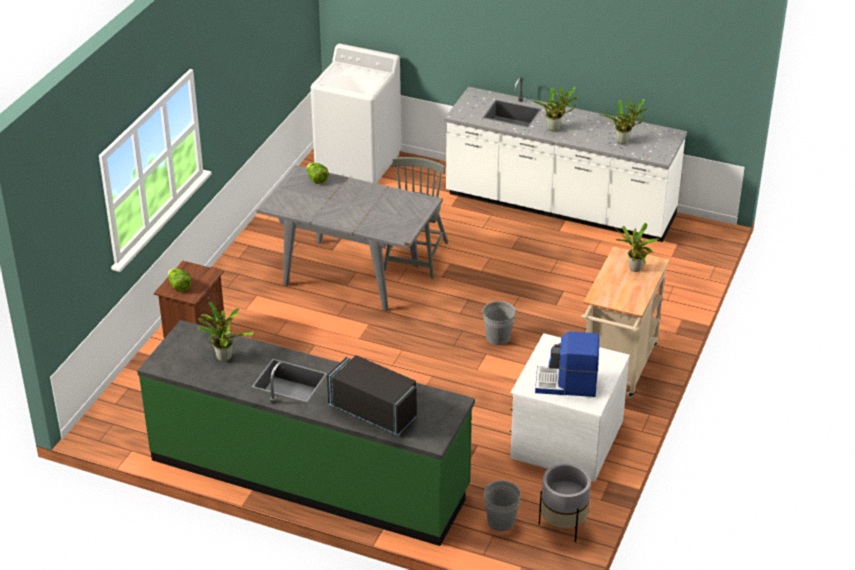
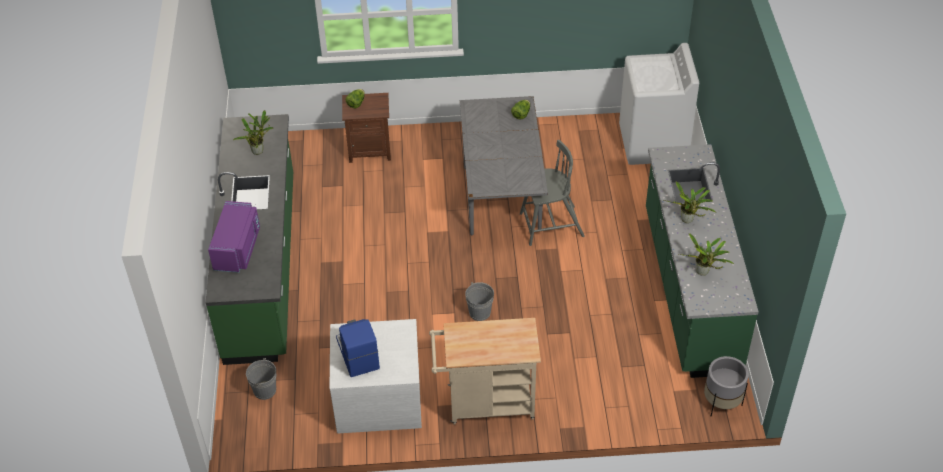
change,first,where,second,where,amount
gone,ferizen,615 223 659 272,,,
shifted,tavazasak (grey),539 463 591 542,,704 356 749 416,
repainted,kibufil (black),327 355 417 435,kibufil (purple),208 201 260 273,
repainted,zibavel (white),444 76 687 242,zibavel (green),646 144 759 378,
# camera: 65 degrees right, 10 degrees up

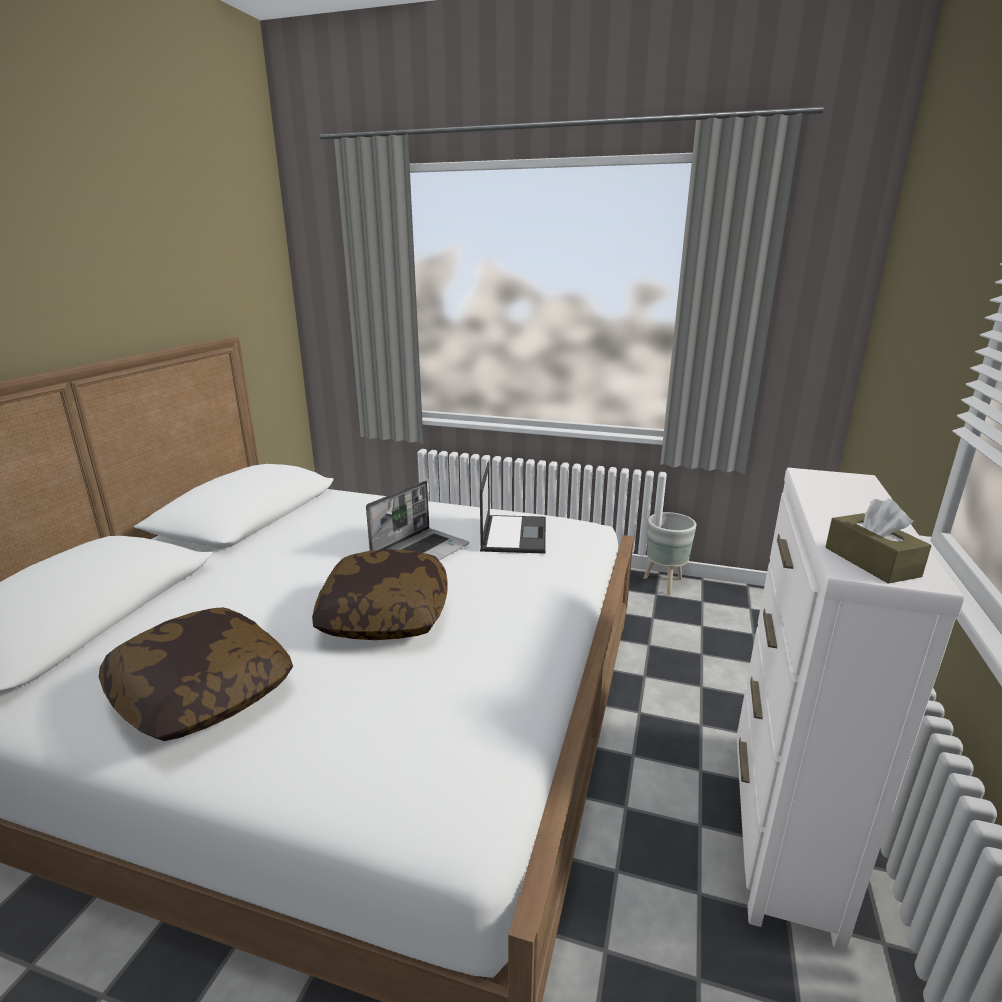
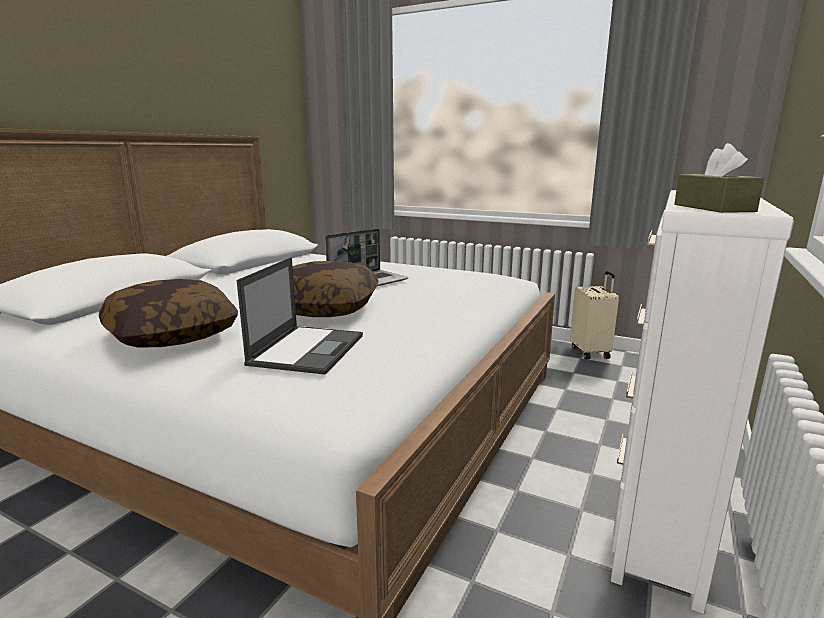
change,first,where,second,where,amount
shifted,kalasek,480 462 546 554,,236 257 363 375,
swapped,tavazasak (grey),644 512 696 595,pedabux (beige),570 271 619 360,
# camera: 10 degrees right, 5 degrees down

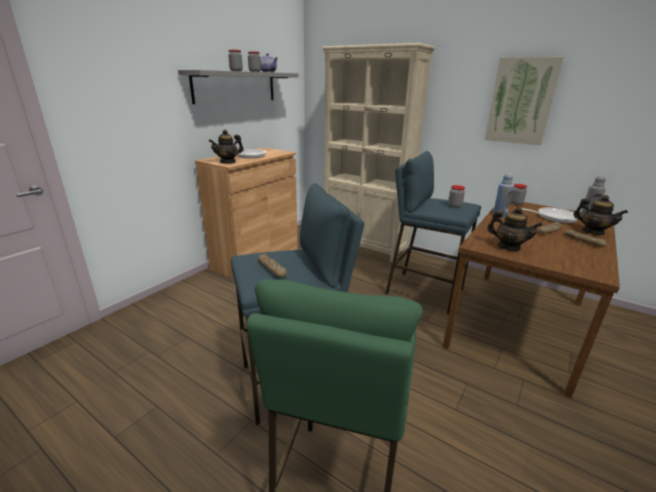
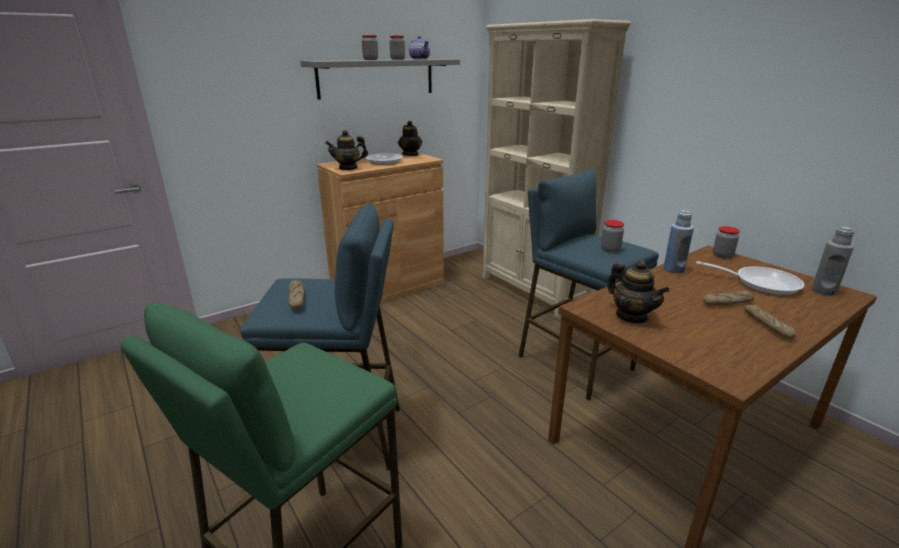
change,first,where,second,where,amount
gone,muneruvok,485 57 564 145,,,
shifted,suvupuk,574 195 628 235,,398 121 422 156,
# camera: 20 degrees right, 0 degrees up

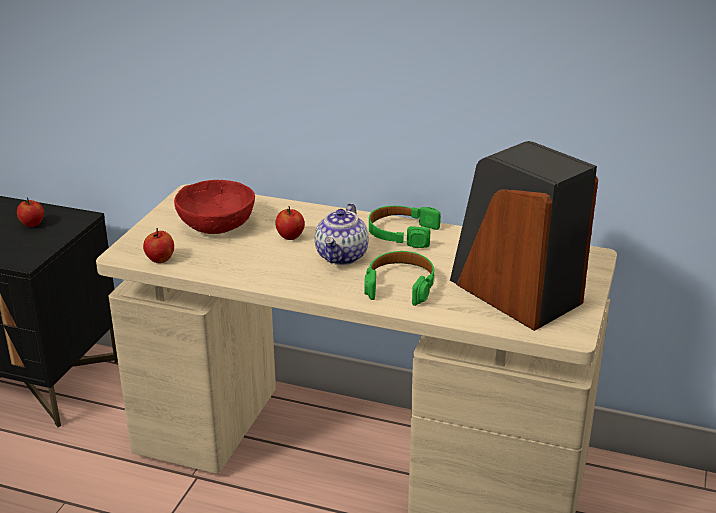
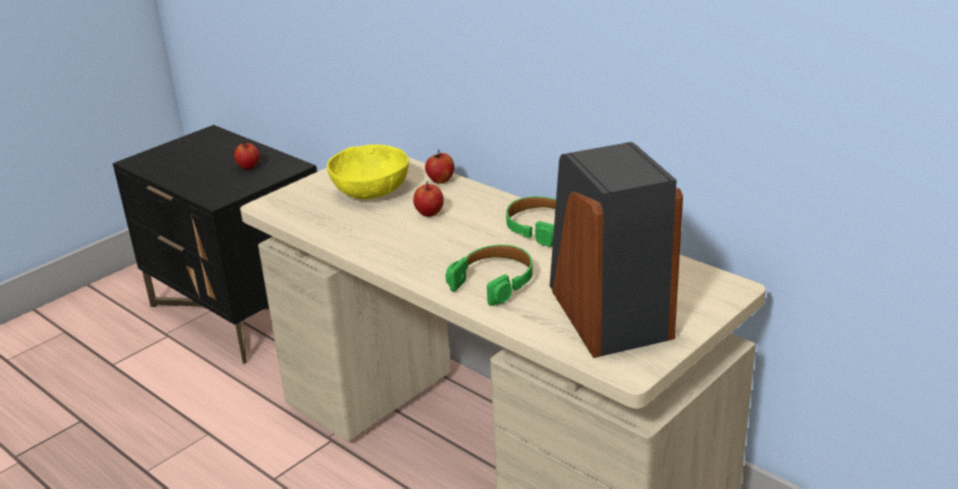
change,first,where,second,where,amount
gone,suvupuk,315 203 369 265,,,
shifted,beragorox,143 228 174 263,,425 150 454 184,
repainted,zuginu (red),174 180 255 234,zuginu (yellow),327 144 409 199,
# camera: 25 degrees right, 0 degrees up

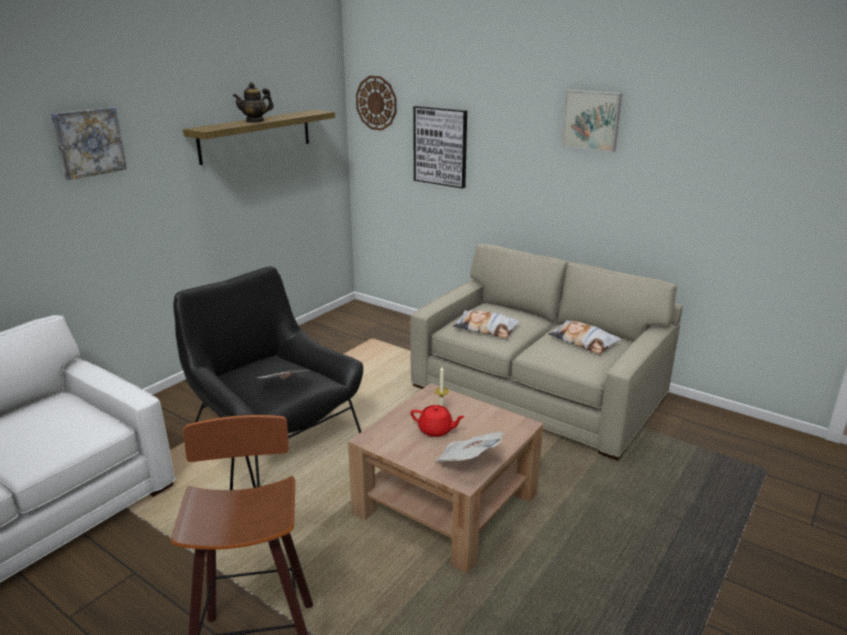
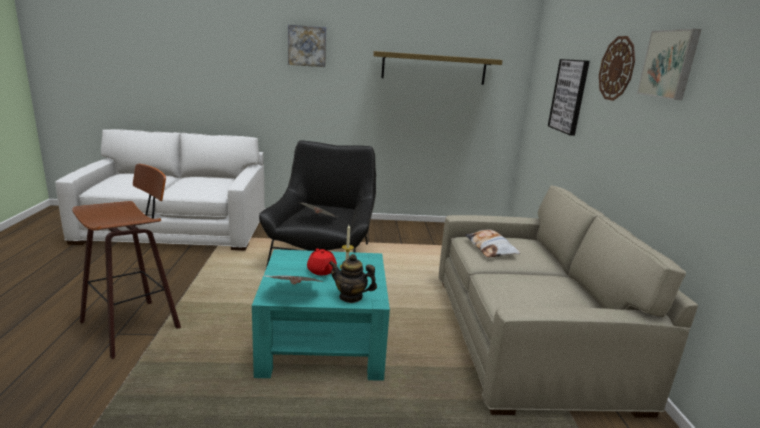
change,first,where,second,where,amount
gone,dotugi,548 320 621 354,,,
shifted,suvupuk,233 82 274 123,,329 254 377 303,
shifted,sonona,356 76 397 131,,599 36 635 101,
repainted,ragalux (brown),348 383 543 574,ragalux (turquoise),252 249 390 381,
# camera: 50 degrees right, 5 degrees down

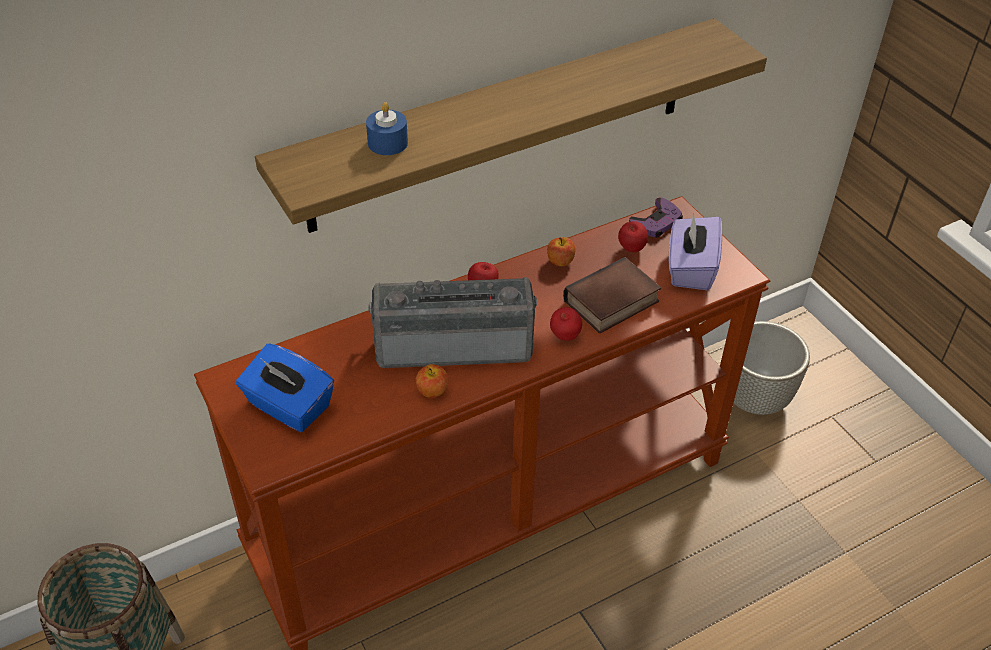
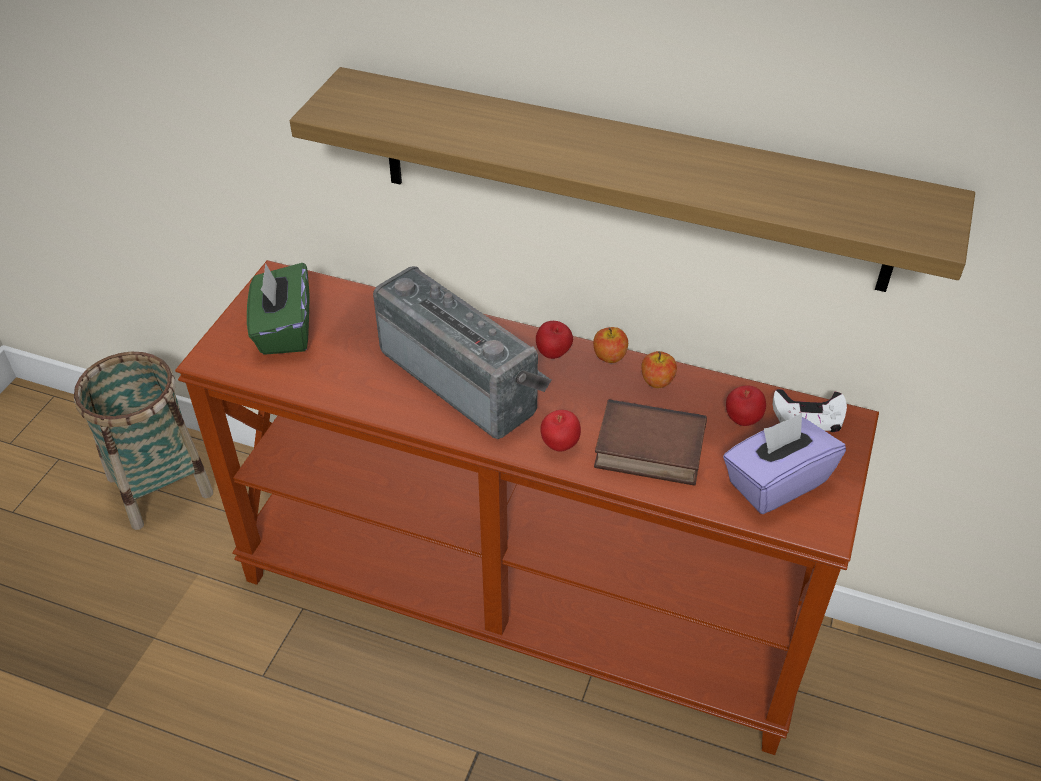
change,first,where,second,where,amount
gone,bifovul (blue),366 102 408 155,,,
gone,tavazasak (grey),734 321 810 415,,,
shifted,beragorox,416 364 448 398,,593 327 628 363,
repainted,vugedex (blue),236 343 334 432,vugedex (green),247 263 309 355,
repainted,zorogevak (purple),629 197 683 238,zorogevak (white),773 389 847 432,
# camera: 50 degrees right, 0 degrees up

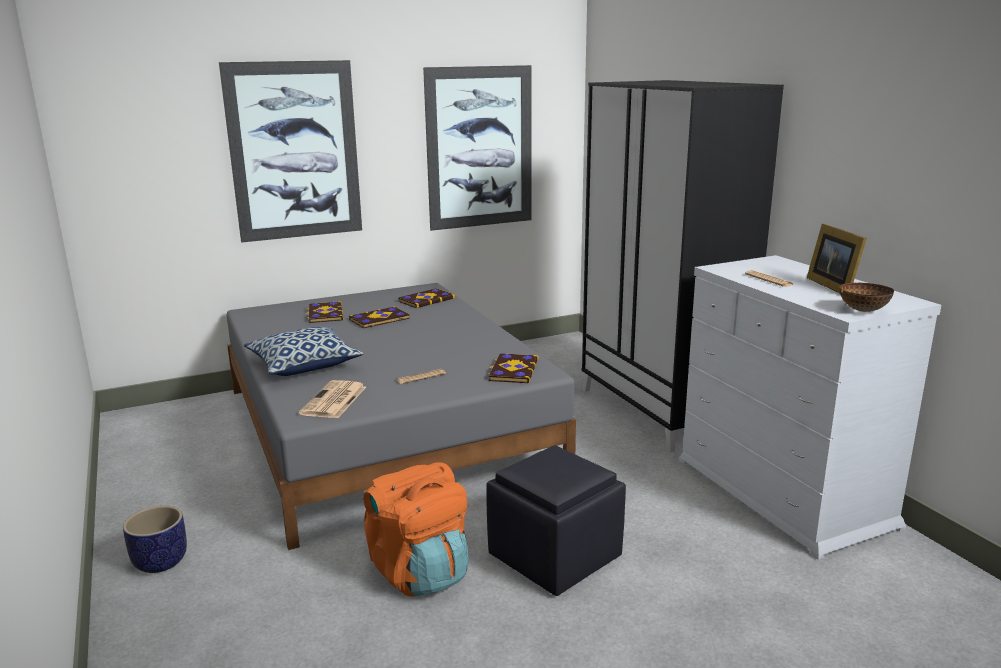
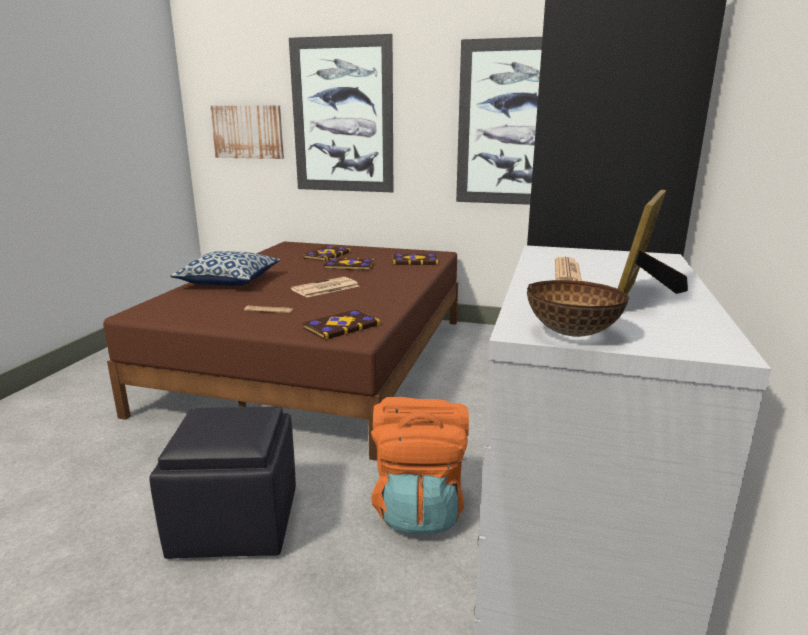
change,first,where,second,where,amount
gone,tavazasak,123 505 187 573,,,
new,,,muneruvok,210 105 284 159,
shifted,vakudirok,299 380 366 418,,291 277 359 297,
shifted,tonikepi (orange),364 462 469 596,,371 397 469 534,
repainted,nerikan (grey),227 283 576 550,nerikan (brown),103 242 458 461,
# camera: 40 degrees right, 0 degrees up

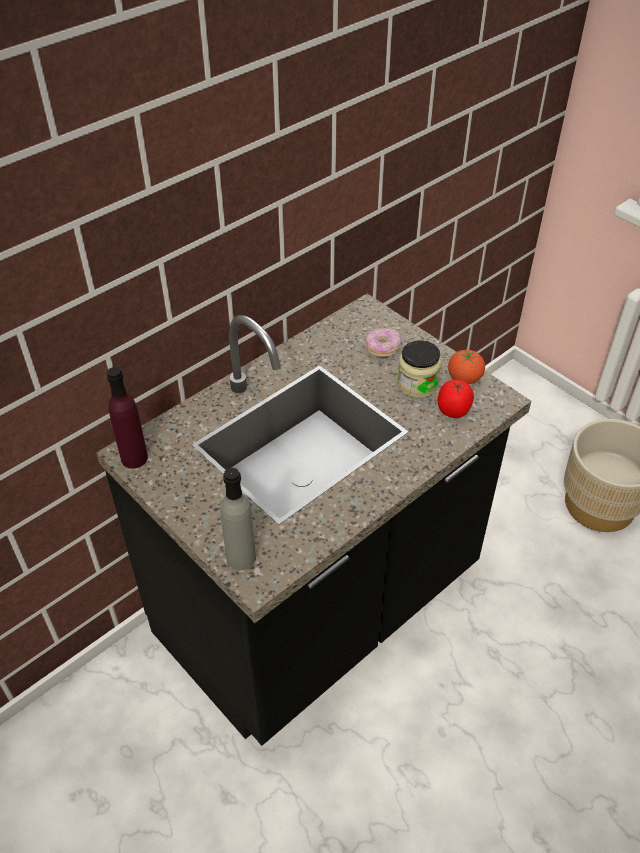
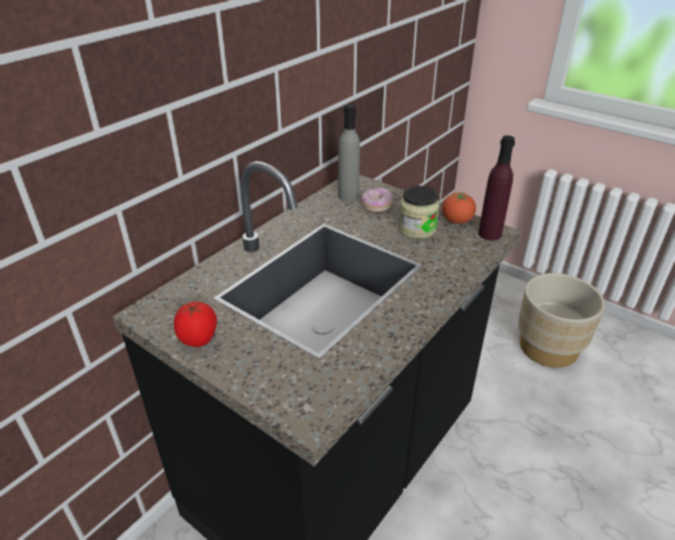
change,first,where,second,where,amount
shifted,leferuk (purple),107 367 148 469,,478 135 515 240,
shifted,leferuk (grey),220 468 256 570,,338 104 360 201,
shifted,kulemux,438 380 474 418,,174 302 217 347,
# camera: 10 degrees left, 10 degrees down

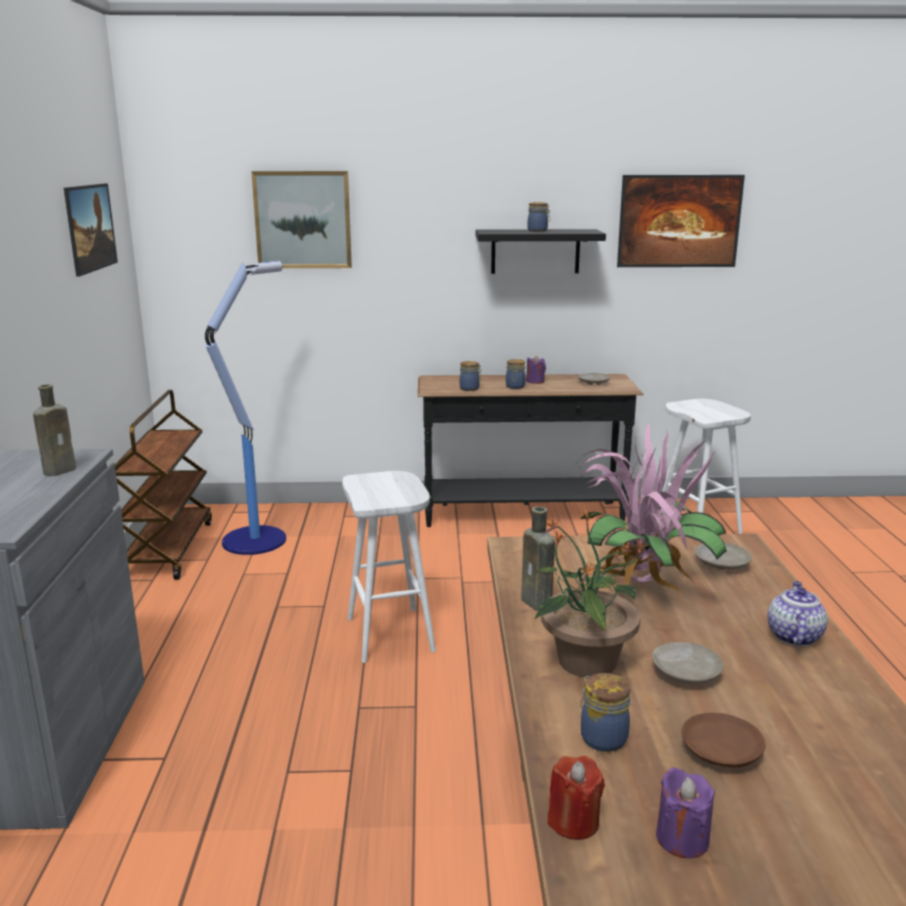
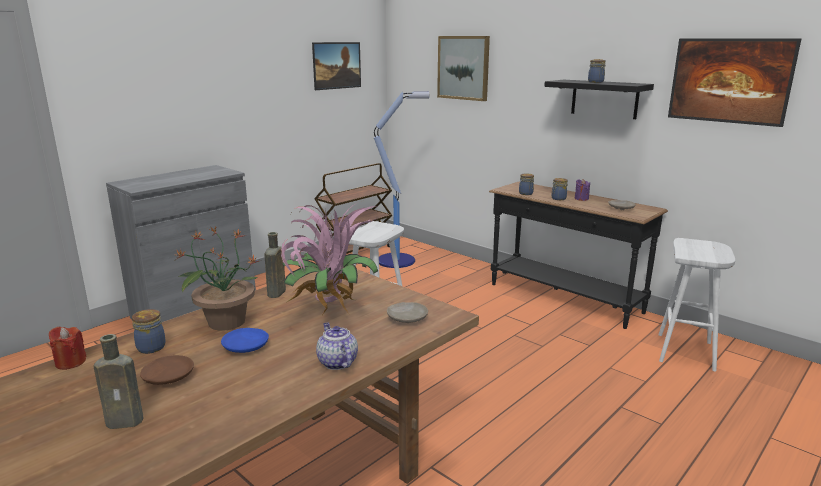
change,first,where,second,where,amount
gone,bifovul (purple),656 767 715 858,,,
shifted,leferuk (brown),33 384 76 476,,94 334 144 429,
repainted,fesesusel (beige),652 642 724 684,fesesusel (blue),221 328 269 353,
rotated,suvupuk,767 581 828 646,,316 323 358 370,90 degrees counterclockwise
# camera: 45 degrees right, 0 degrees up

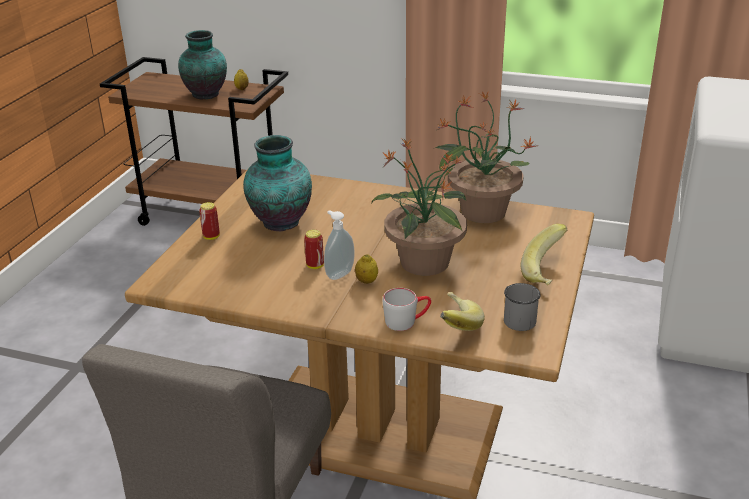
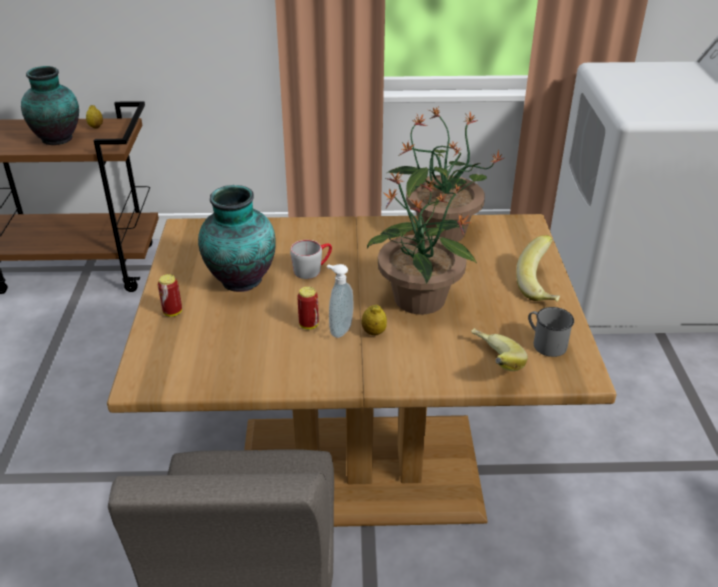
change,first,where,second,where,amount
shifted,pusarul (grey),383 288 431 331,,290 240 332 279,
# camera: 20 degrees left, 5 degrees up

